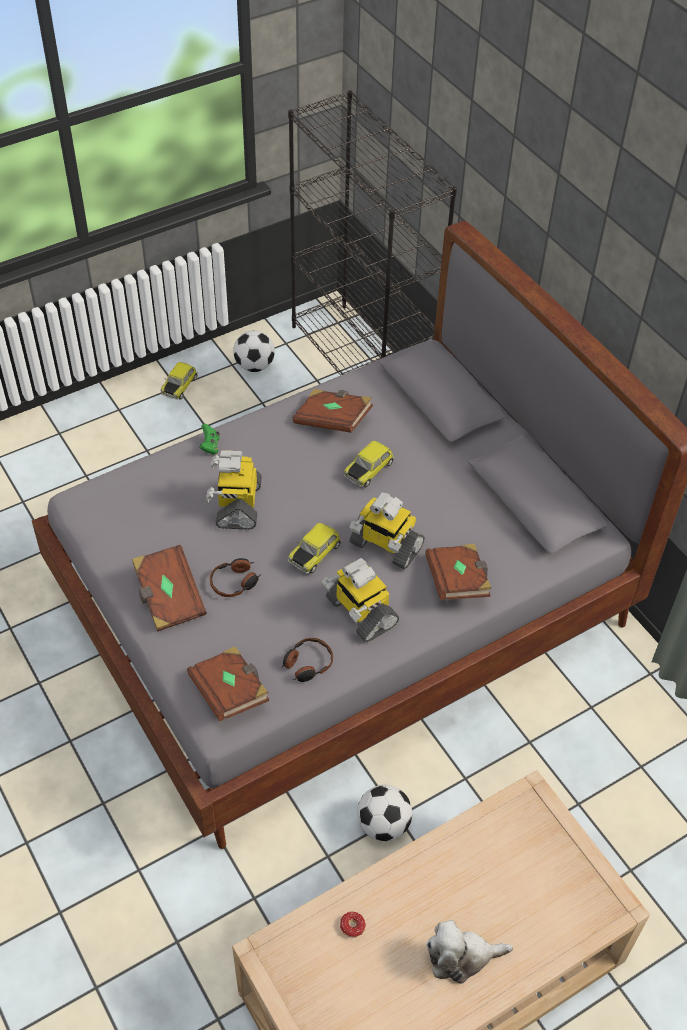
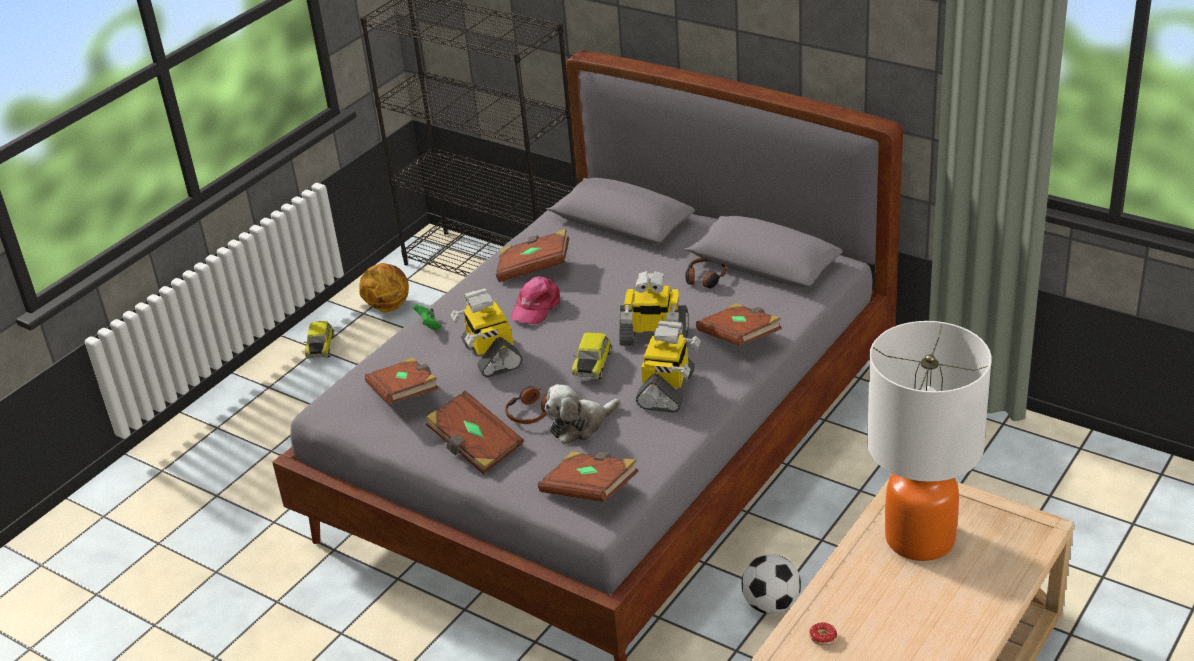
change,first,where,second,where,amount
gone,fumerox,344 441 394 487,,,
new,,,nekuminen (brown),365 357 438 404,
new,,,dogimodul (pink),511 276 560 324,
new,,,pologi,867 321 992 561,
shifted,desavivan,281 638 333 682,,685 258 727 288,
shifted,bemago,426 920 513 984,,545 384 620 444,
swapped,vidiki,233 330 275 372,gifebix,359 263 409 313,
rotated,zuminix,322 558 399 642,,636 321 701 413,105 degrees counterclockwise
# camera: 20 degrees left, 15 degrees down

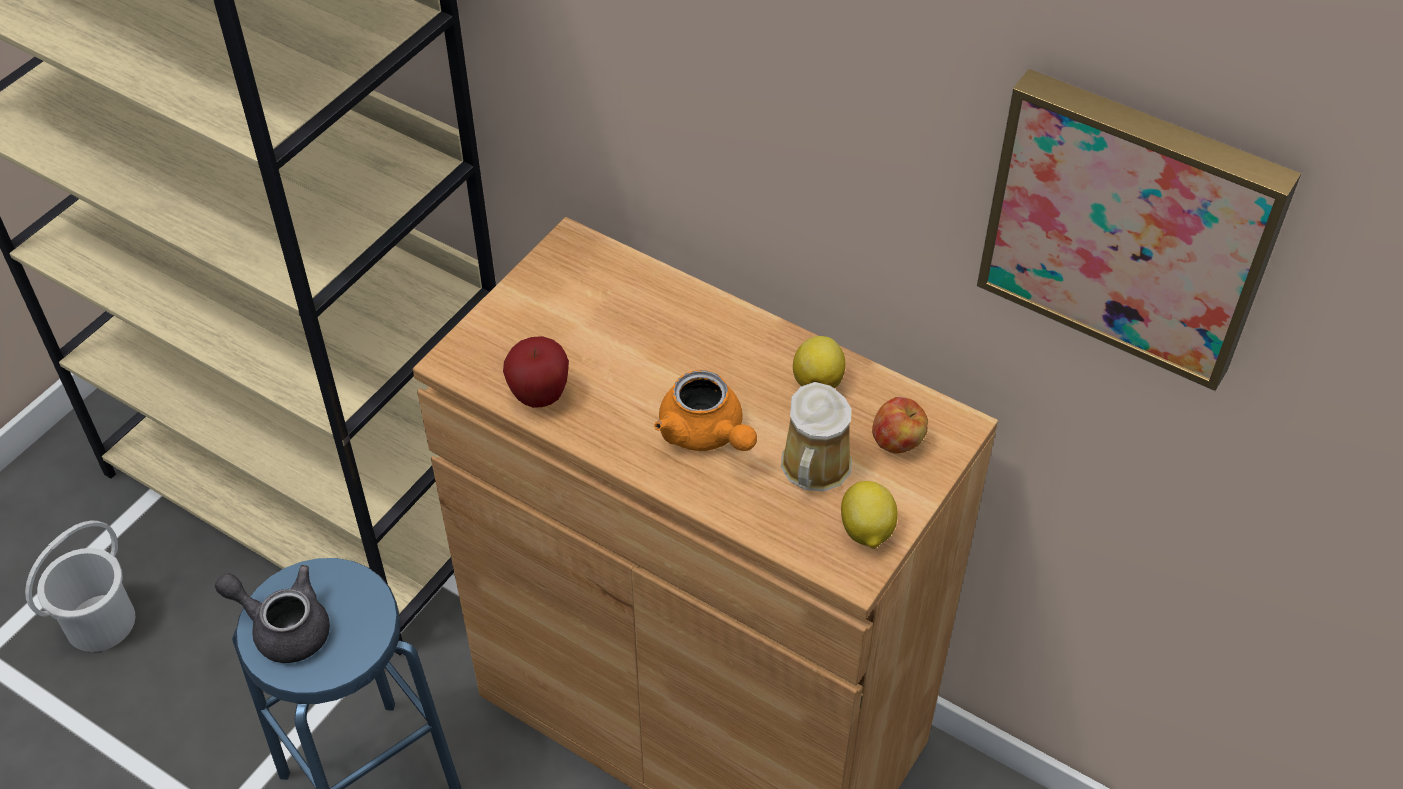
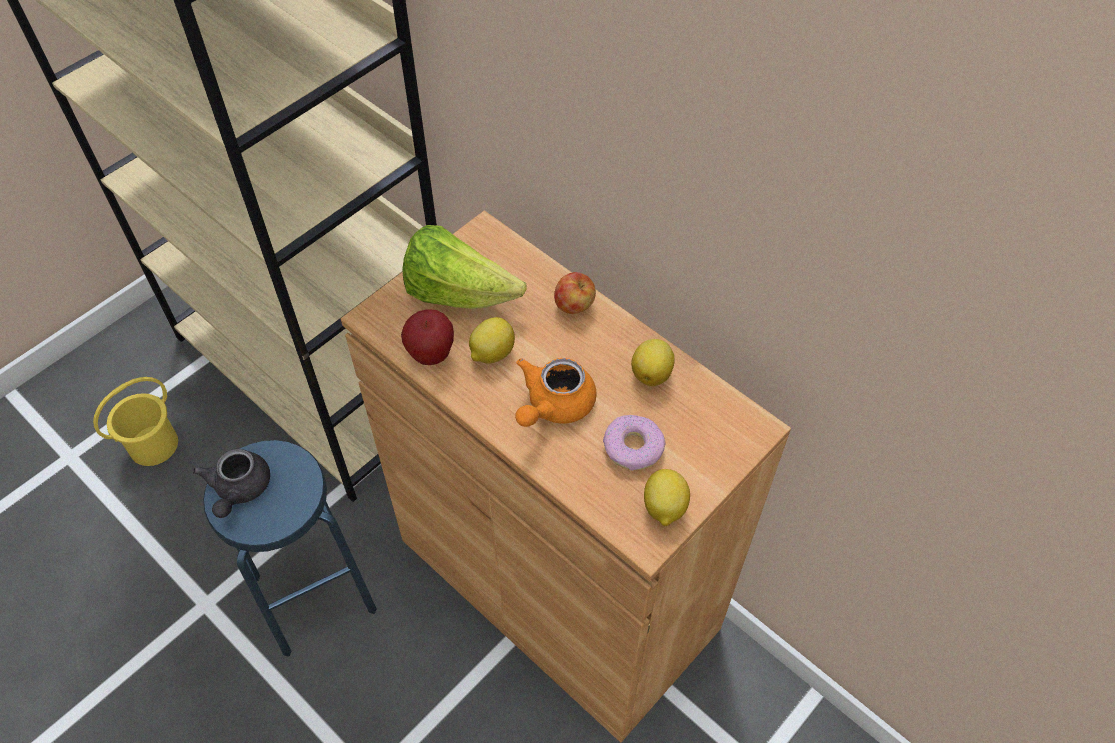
change,first,where,second,where,amount
gone,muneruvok,977 69 1301 391,,,
new,,,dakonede,402 225 527 309,
new,,,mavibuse,469 317 515 364,
shifted,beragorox,872 397 928 453,,554 272 596 314,
swapped,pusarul,781 382 852 492,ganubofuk,603 415 666 471,
repainted,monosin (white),25 521 135 652,monosin (yellow),93 377 178 466,
rotated,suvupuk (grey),215 565 330 663,,193 449 270 518,120 degrees counterclockwise
rotated,suvupuk (orange),654 370 757 451,,515 358 597 427,60 degrees clockwise
# camera: 10 degrees right, 5 degrees up

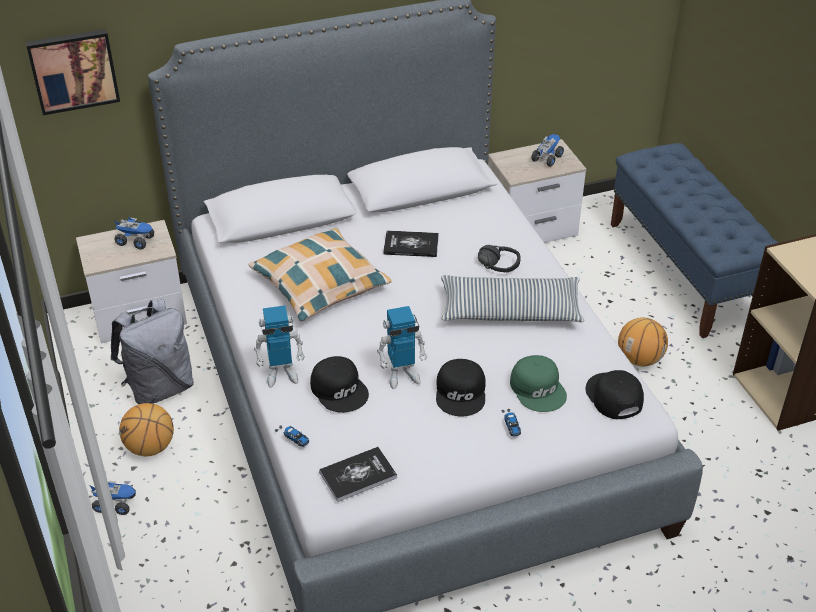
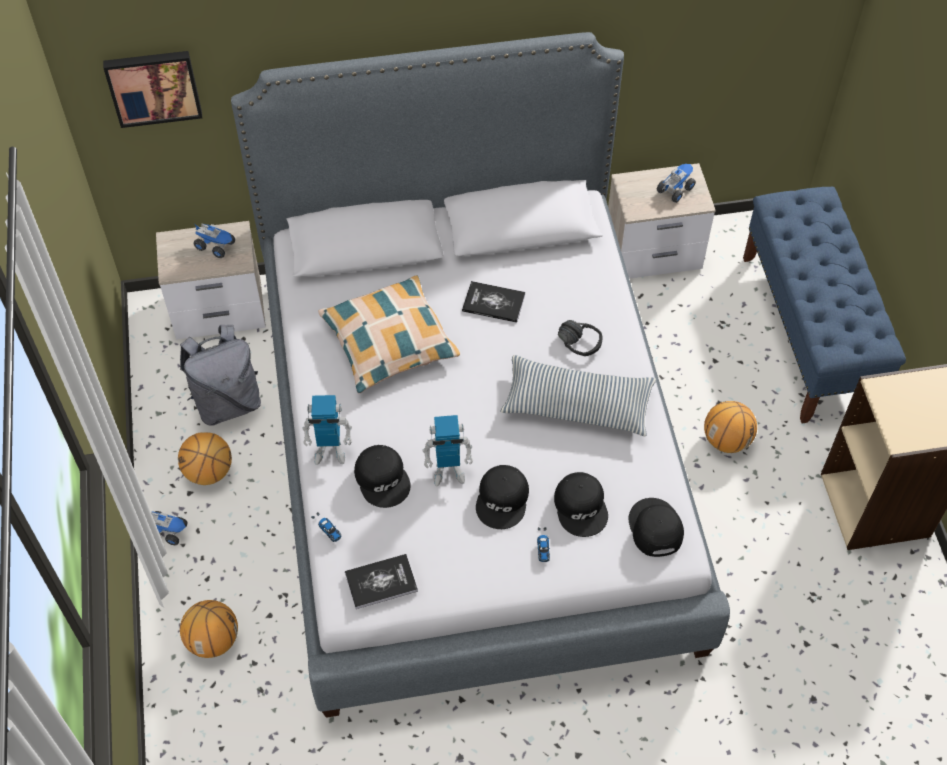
change,first,where,second,where,amount
new,,,gifebix,180 600 238 658,
repainted,dogimodul (green),510 355 567 412,dogimodul (black),554 472 608 537,
# camera: 10 degrees right, 15 degrees up

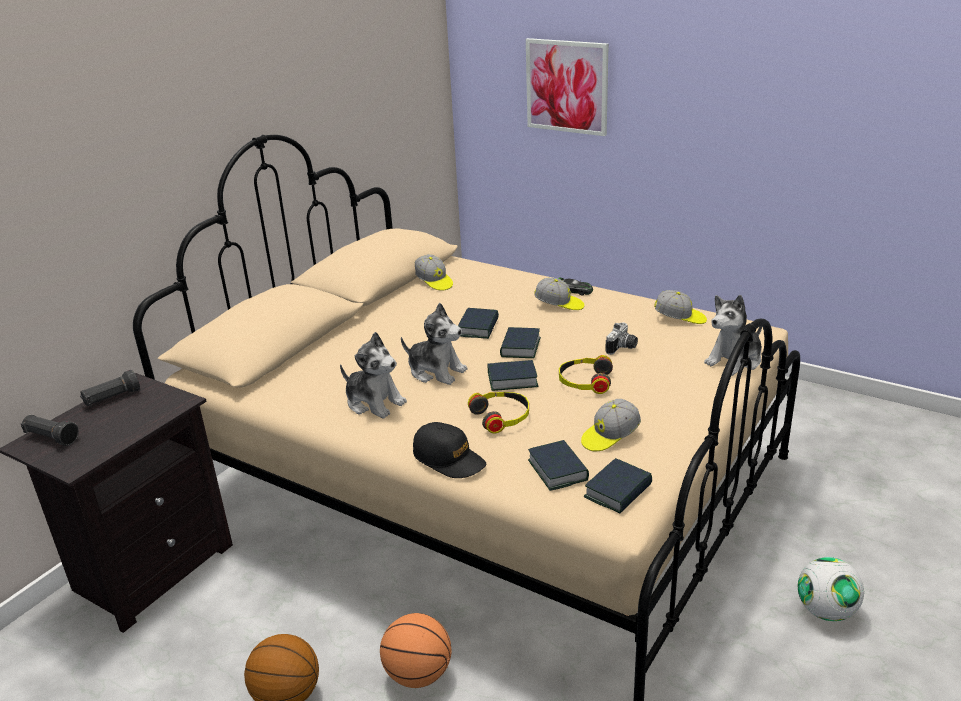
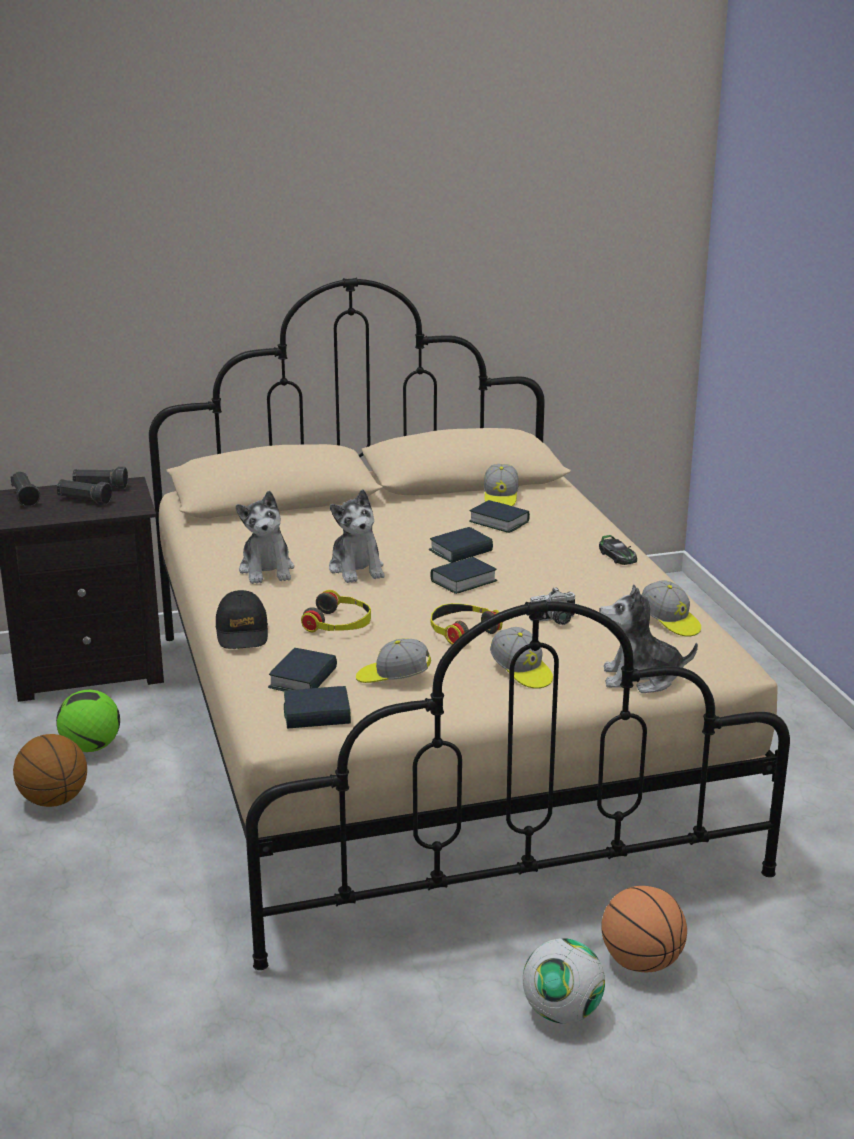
change,first,where,second,where,amount
gone,muneruvok,526 38 609 136,,,
new,,,vidiki,56 690 120 752,
new,,,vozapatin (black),57 479 112 505,
shifted,gifebix,380 613 452 688,,601 886 687 972,
shifted,nekuminen,488 360 539 391,,469 500 530 533,
shifted,dogimodul,534 278 584 310,,490 627 553 689,
# camera: 40 degrees right, 5 degrees down

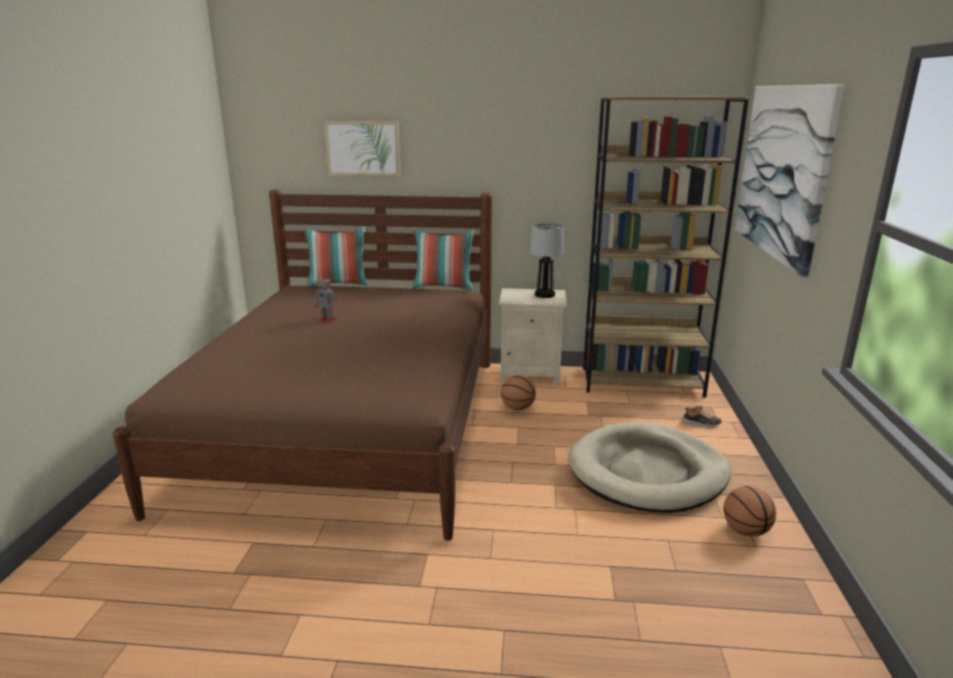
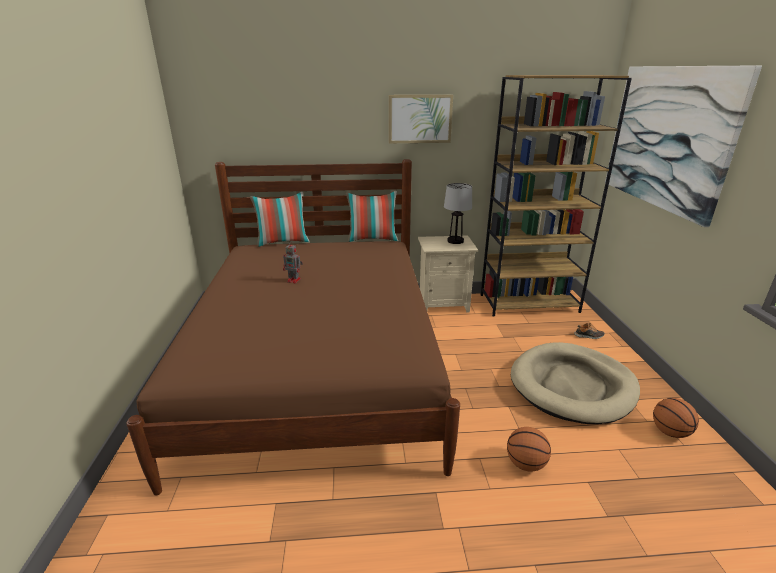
change,first,where,second,where,amount
shifted,muneruvok,324 121 400 176,,389 95 453 143,
shifted,gifebix,501 375 536 410,,507 427 551 472,
# camera: 10 degrees left, 5 degrees up

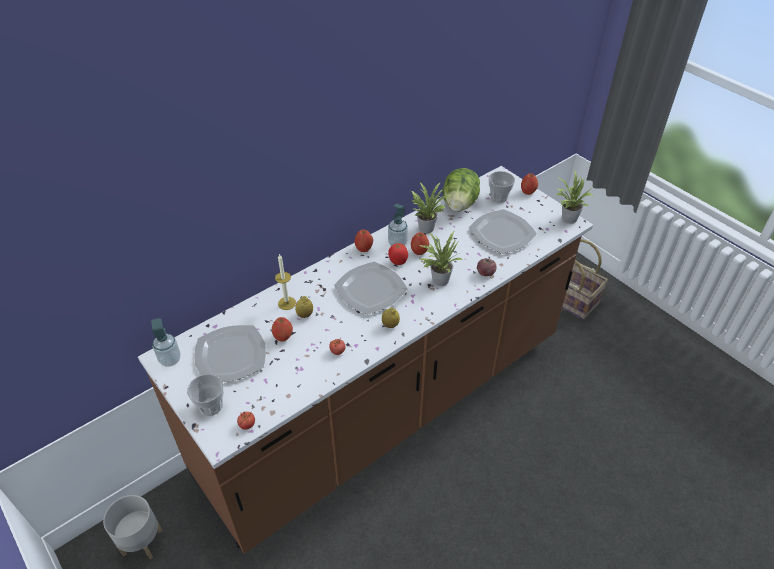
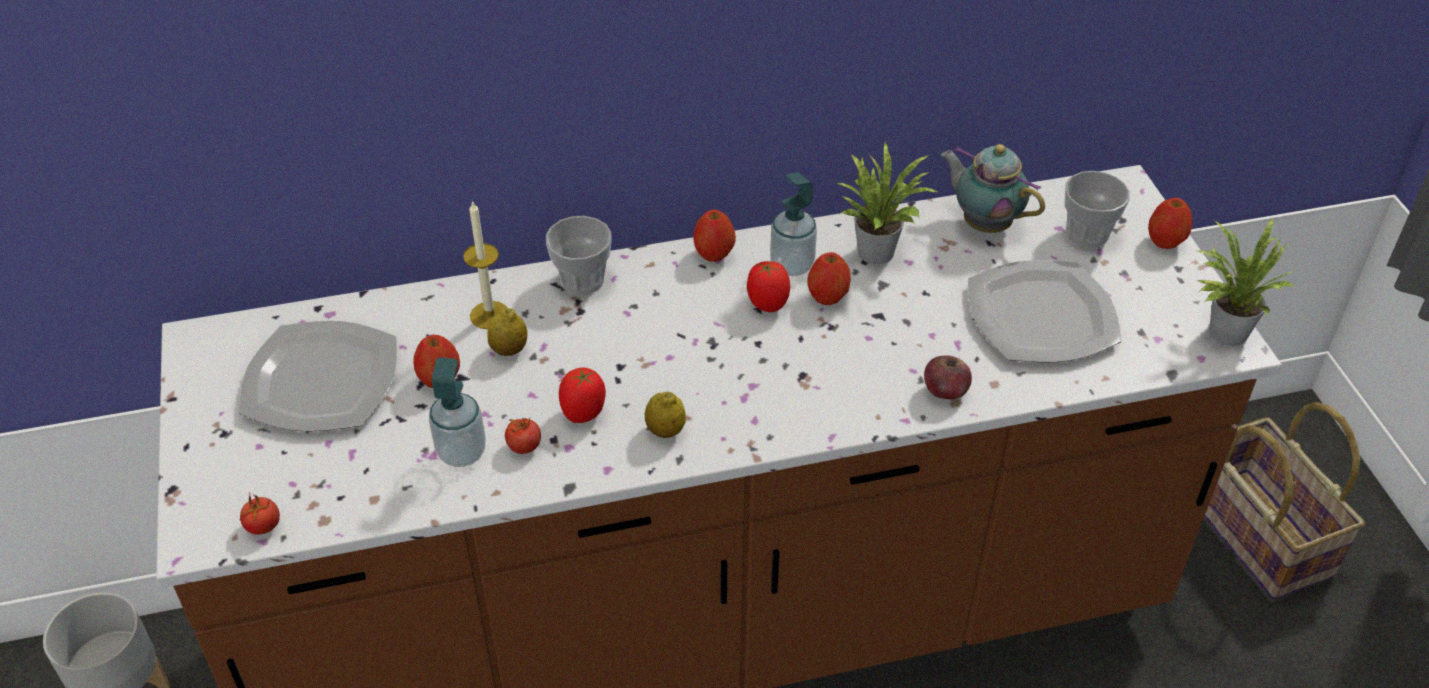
change,first,where,second,where,amount
gone,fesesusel,334 262 408 315,,,
gone,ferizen,419 230 462 286,,,
new,,,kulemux,559 367 606 423,
shifted,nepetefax,151 318 181 367,,429 357 486 467,
shifted,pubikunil,187 374 224 416,,546 216 612 295,
swapped,dakonede,442 168 480 212,suvupuk,941 144 1045 233,
# camera: 25 degrees right, 0 degrees up

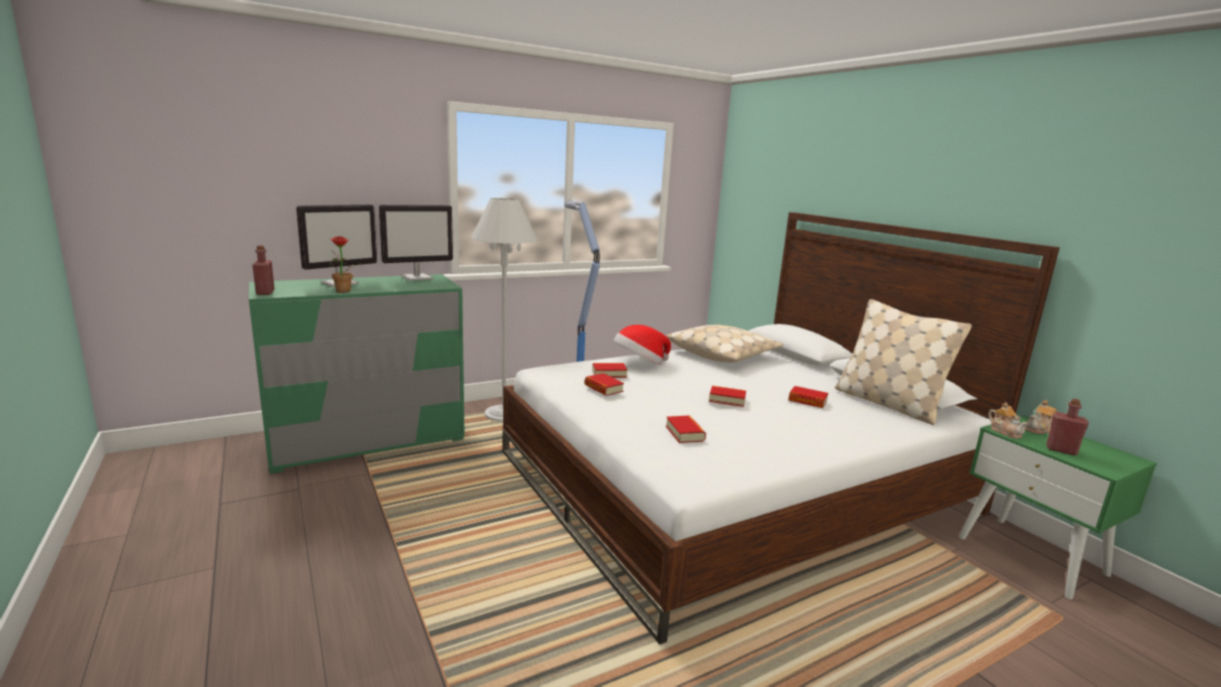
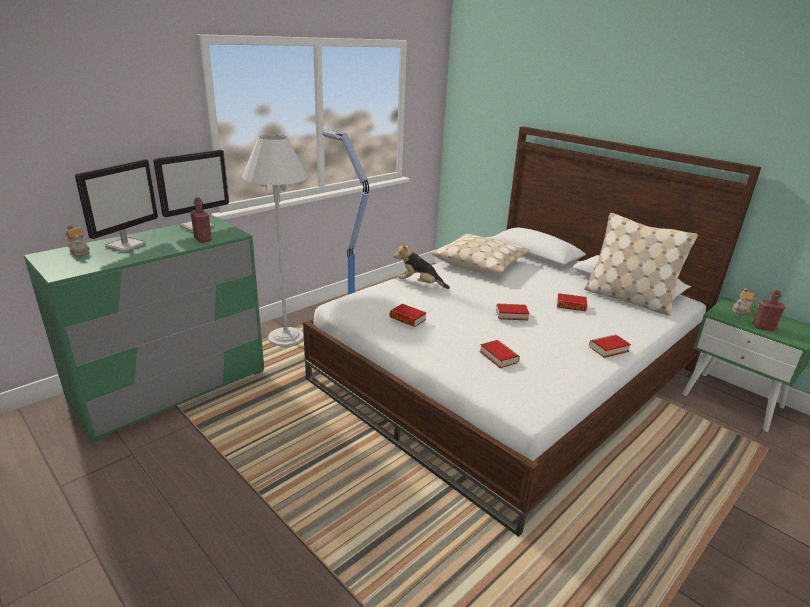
change,first,where,second,where,amount
gone,ferizen,329 236 361 292,,,
shifted,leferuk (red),252 245 275 295,,190 197 212 243,
shifted,nekuminen,592 363 627 378,,589 335 631 358,
shifted,suvupuk,988 402 1029 439,,66 224 90 256,
swapped,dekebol,614 325 671 365,bemago,394 242 450 289,
# camera: 15 degrees left, 10 degrees up

